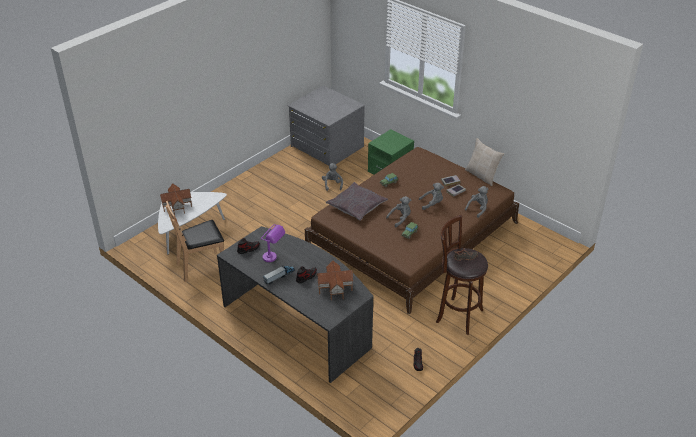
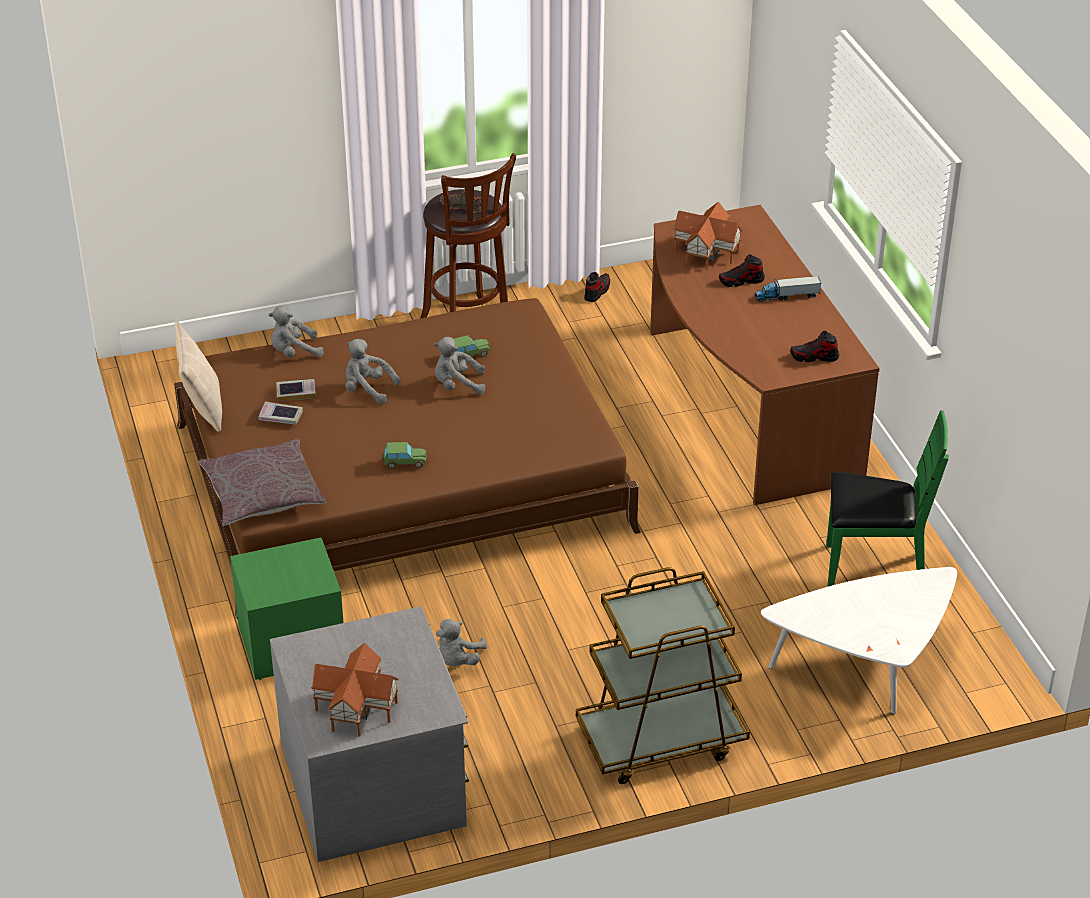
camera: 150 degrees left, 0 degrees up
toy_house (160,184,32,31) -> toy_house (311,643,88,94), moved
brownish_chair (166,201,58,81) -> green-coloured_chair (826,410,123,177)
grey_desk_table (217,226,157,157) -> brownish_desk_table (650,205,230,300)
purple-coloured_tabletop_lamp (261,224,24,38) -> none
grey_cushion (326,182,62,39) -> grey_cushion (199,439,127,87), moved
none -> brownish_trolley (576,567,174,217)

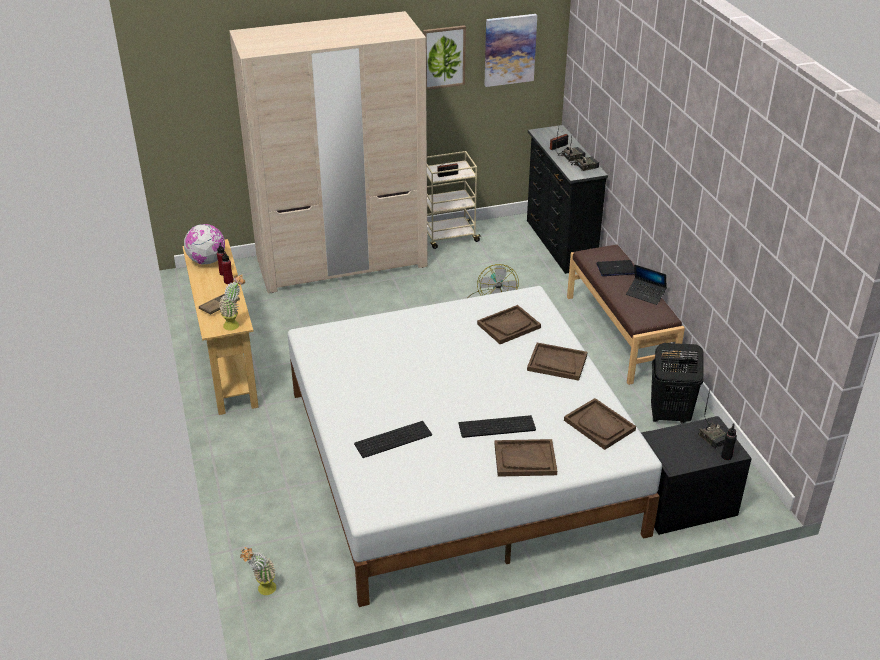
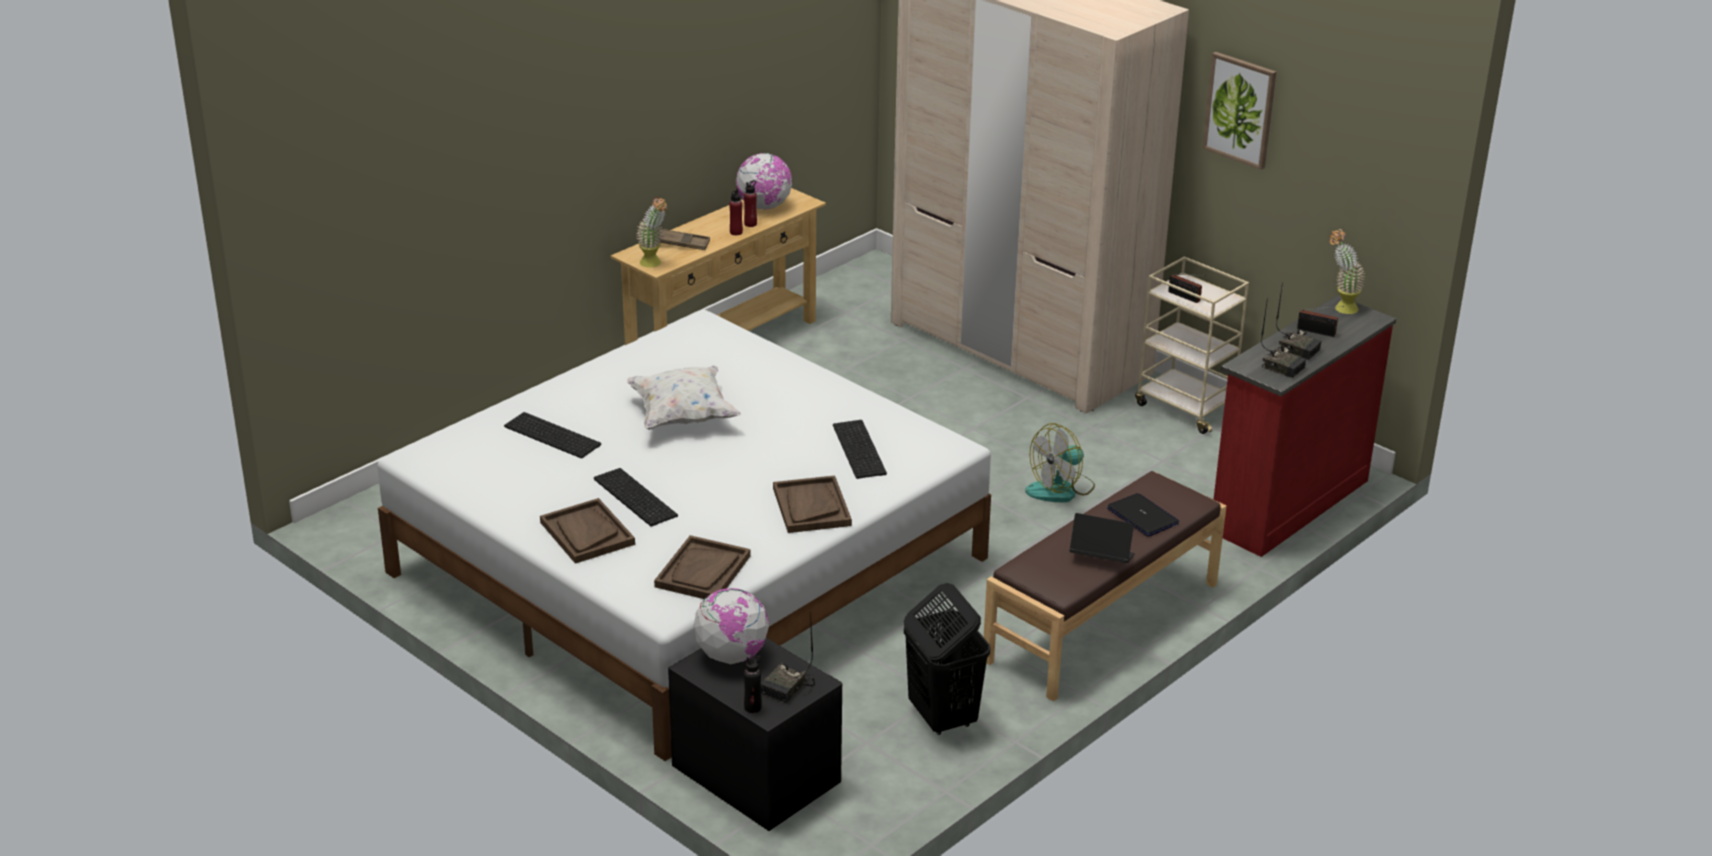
camera: 60 degrees right, 5 degrees down
plant_in_a_pot (240,547,36,48) -> plant_in_a_pot (1329,229,36,85), moved
brownish_tray (477,305,64,39) -> keyboard (833,420,54,59)
picture (484,14,53,73) -> none
blackish_drawer_chest (527,125,81,149) -> red_drawer_chest (1214,295,183,262)
notebook_computer (626,264,41,41) -> notebook_computer (1070,513,65,50), 105 degrees clockwise
none -> white-coloured_cushion (627,365,114,65)
none -> globe (694,588,75,76)

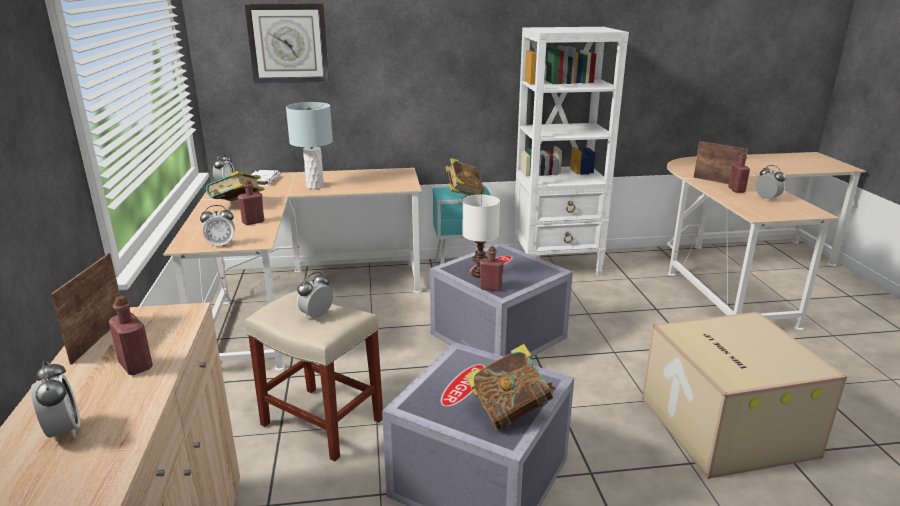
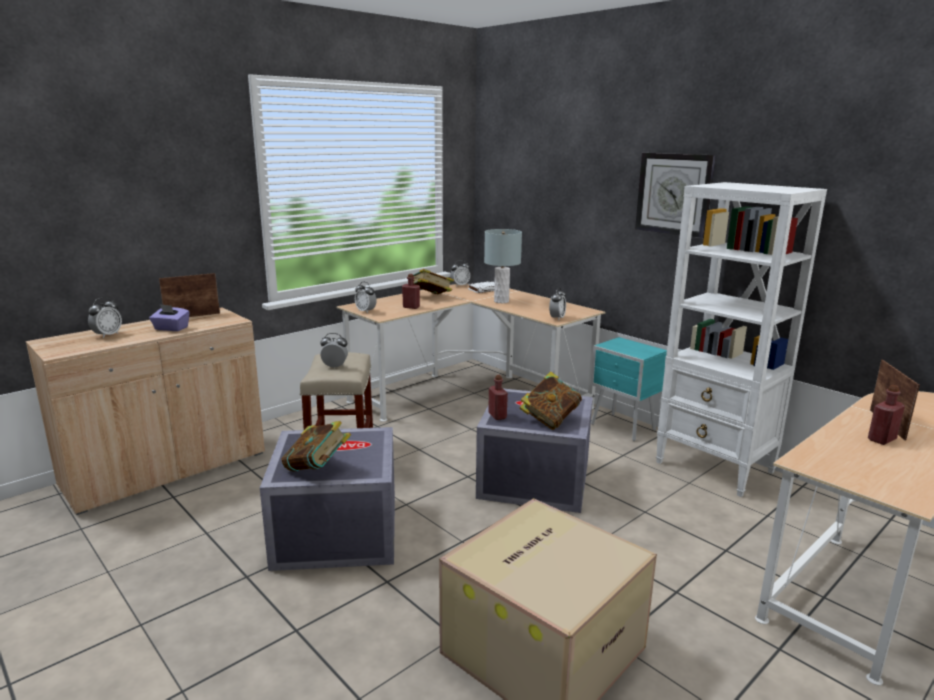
camera: 55 degrees right, 5 degrees down
red_beverage_bottle (109,296,44,79) -> purple-coloured_box_of_tissues (149,304,41,27)
clock_on_the_wall (245,4,84,79) -> clock_on_the_wall (635,153,81,85), moved
bound_book (446,158,38,38) -> bound_book (520,371,62,59), moved
white-coloured_tabletop_lamp (462,195,38,83) -> none
alarm_clock (755,165,31,36) -> alarm_clock (549,288,17,33), moved

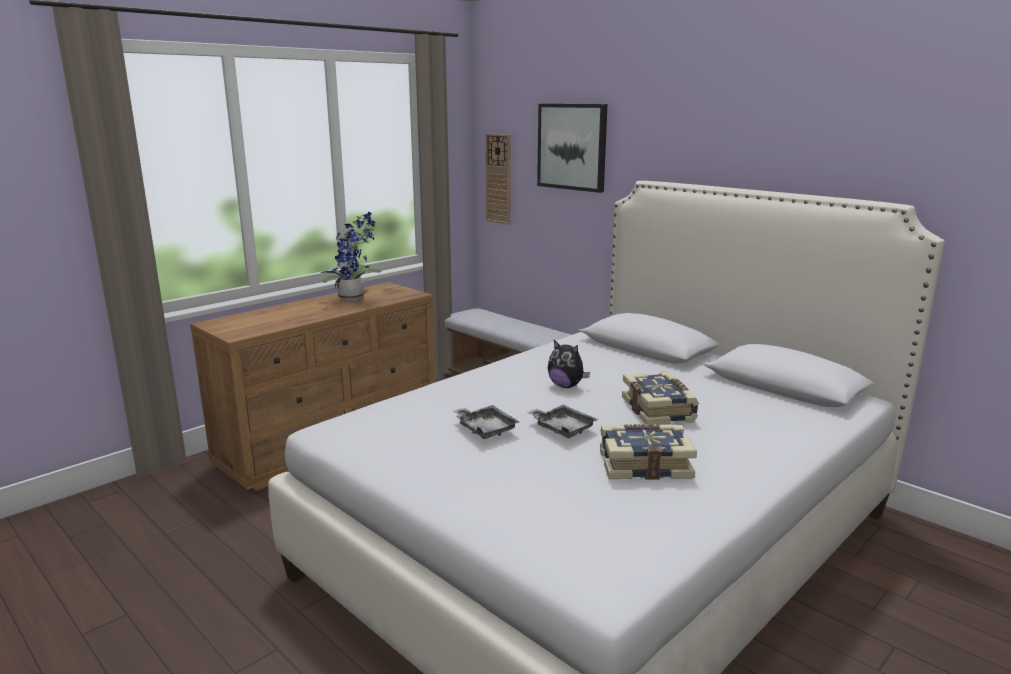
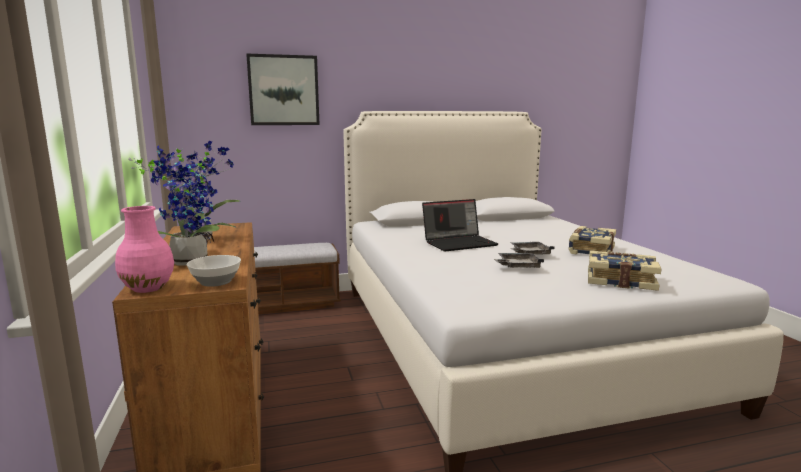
camera: 60 degrees left, 5 degrees down
clock_on_the_wall (485,133,26,92) -> none
plush_toy (548,340,42,48) -> notebook_computer (422,199,76,53)
bound_book (622,372,77,53) -> bound_book (588,251,74,40), moved
none -> pink-coloured_vase (115,206,59,87)
none -> plant_in_a_pot (128,146,108,120)
none -> bowl (187,255,54,32)

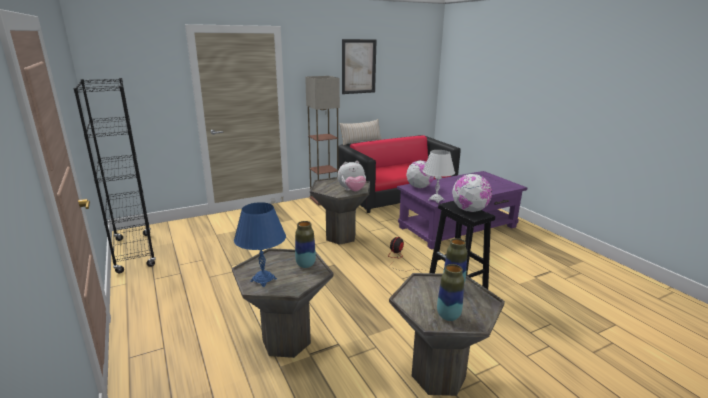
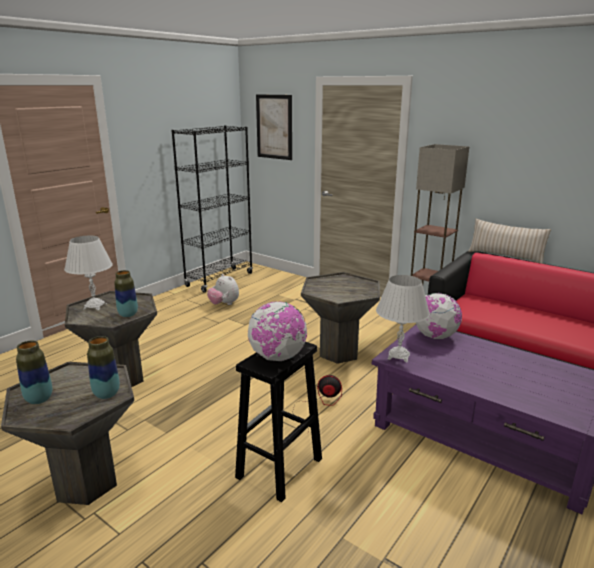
camera: 65 degrees right, 0 degrees up
blue-coloured_tabletop_lamp (234,202,52,85) -> white-coloured_tabletop_lamp (64,236,49,74)
plush_toy (337,161,29,30) -> plush_toy (207,274,32,31), moved
picture (342,39,35,55) -> picture (256,94,36,66), moved

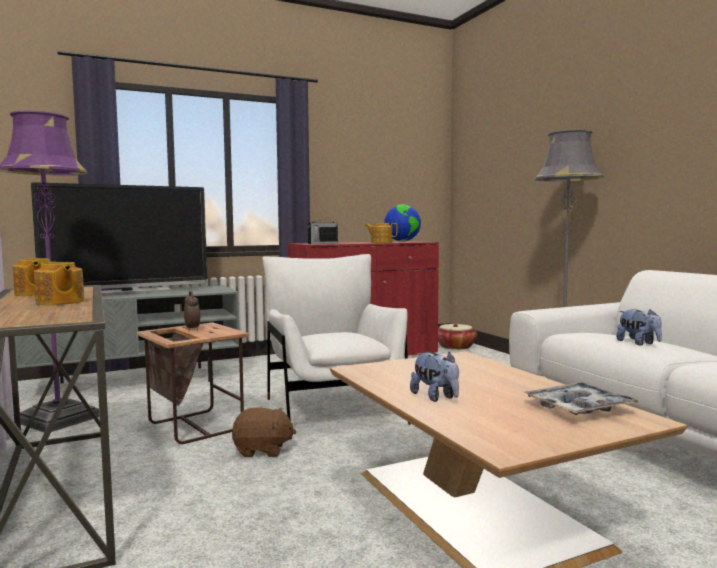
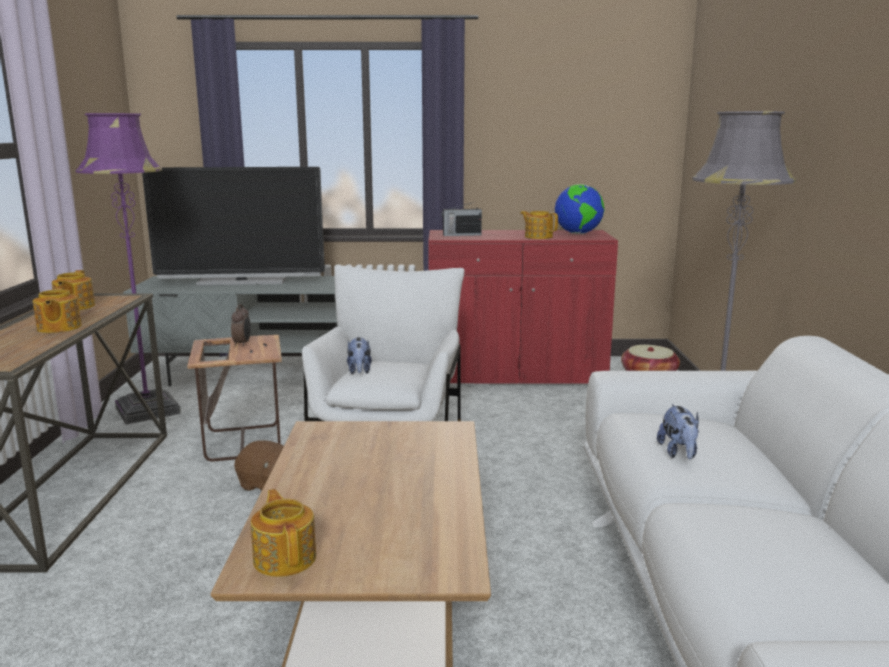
camera: 25 degrees right, 10 degrees up
plush_toy (410,352,49,50) -> plush_toy (347,337,25,37), moved
tray (523,382,118,33) -> none
none -> teapot (251,489,65,88)

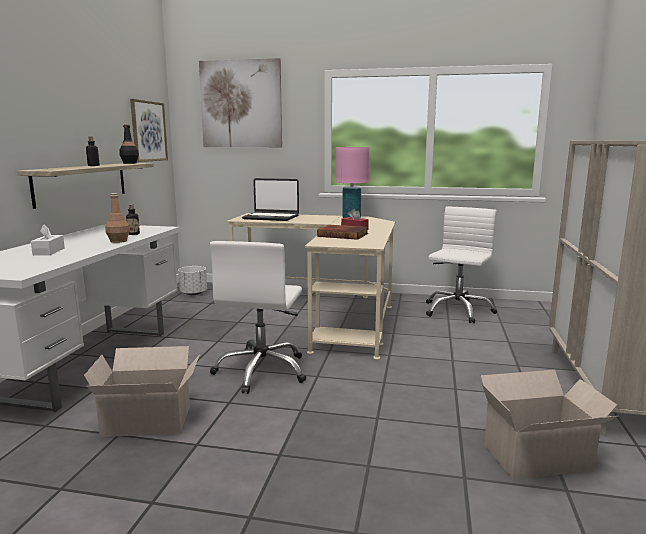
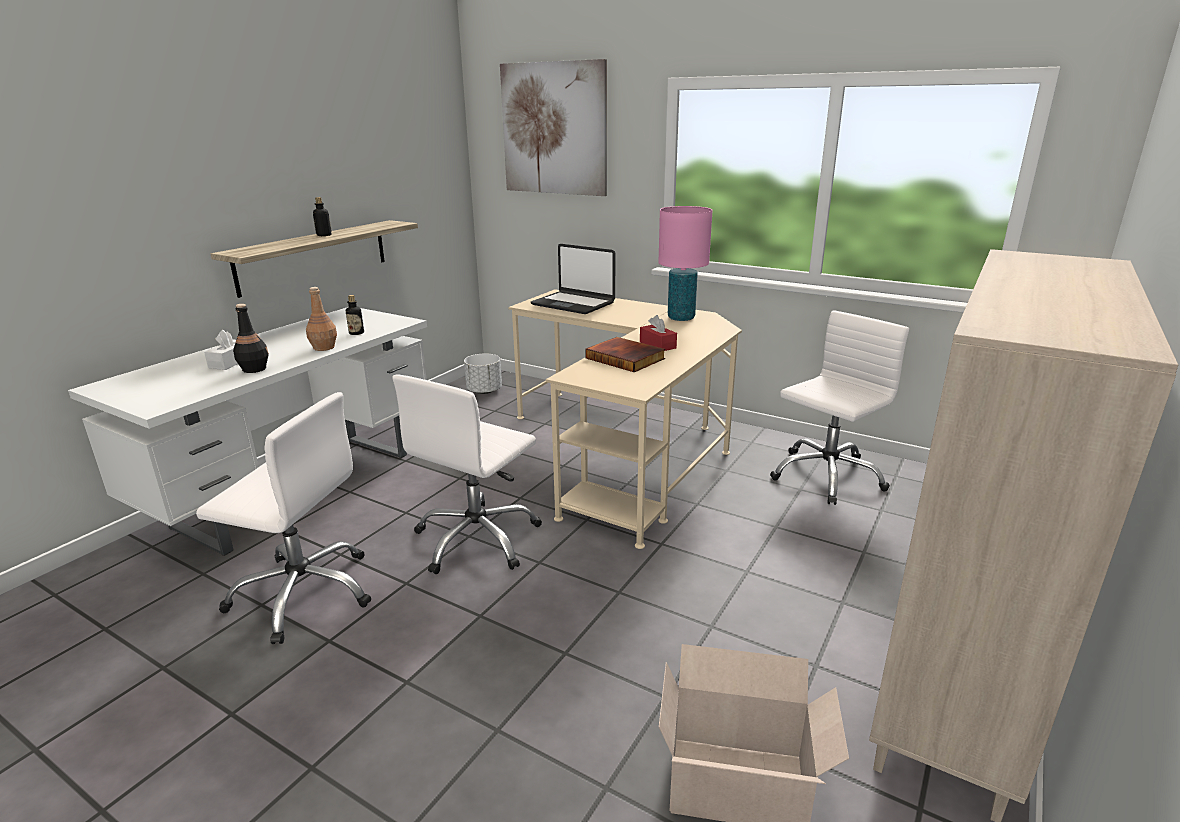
camera: 20 degrees right, 10 degrees up
cardboard_box (84,346,116,91) -> white-coloured_desk_chair (196,392,176,252)
blackish_beverage_bottle (119,124,20,40) -> blackish_beverage_bottle (233,304,36,69), moved
picture (130,99,38,63) -> none

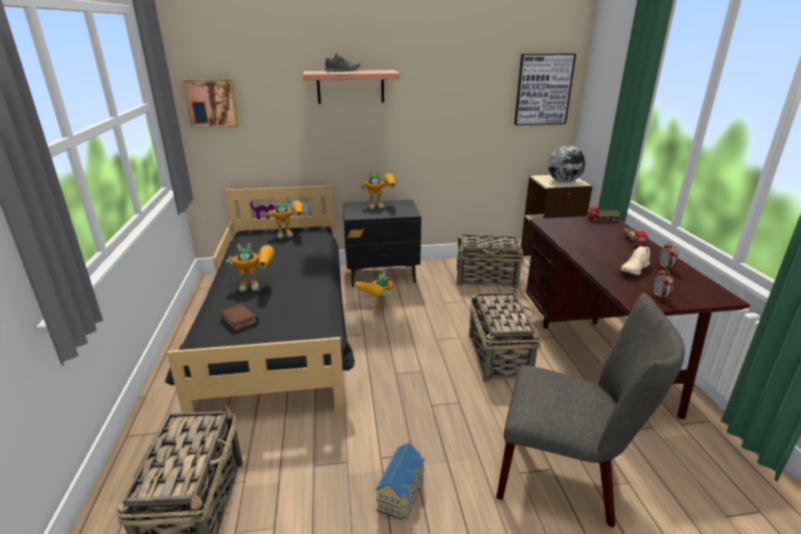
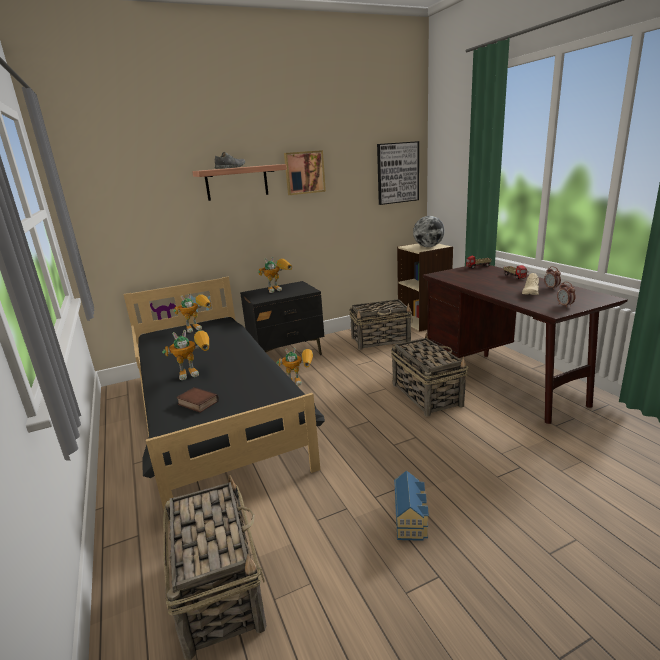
camera: 15 degrees left, 5 degrees down
picture (182,79,57,49) -> picture (284,150,42,45), moved
model_robot (355,270,38,38) -> model_robot (276,348,37,38), 105 degrees counterclockwise
grey_chair (496,293,189,235) -> none

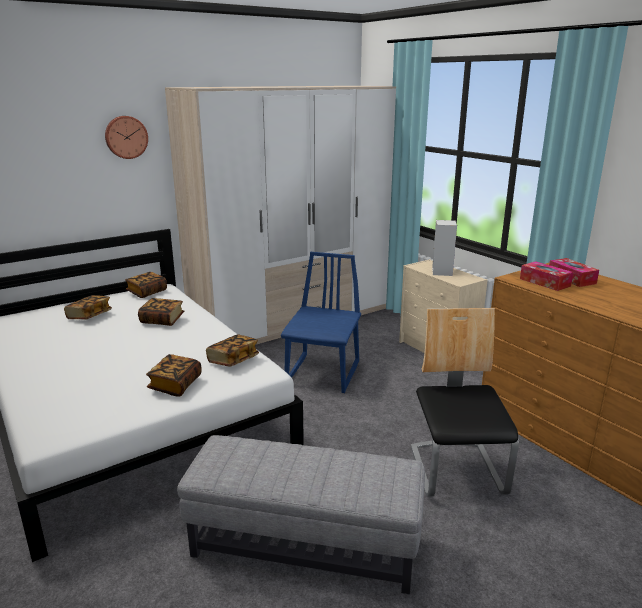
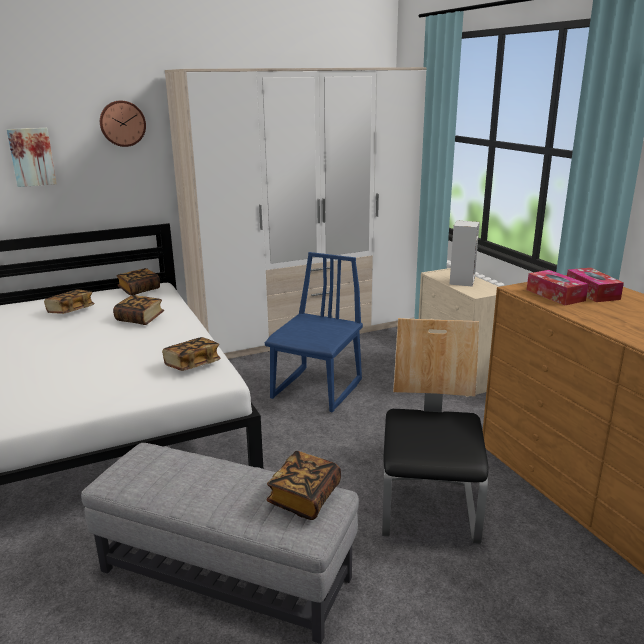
camera: 10 degrees right, 0 degrees up
bound_book (146,354,56,43) -> bound_book (266,451,75,69), moved
none -> picture (7,128,50,59)

